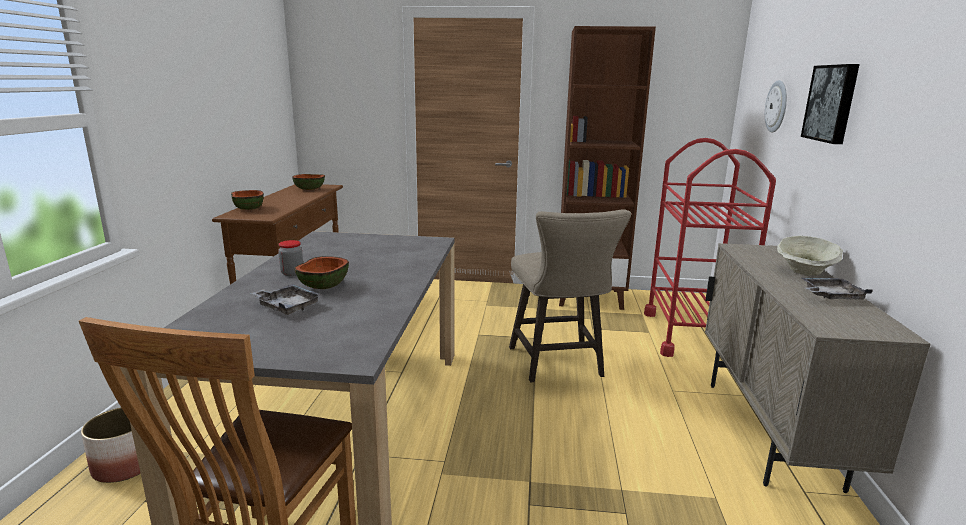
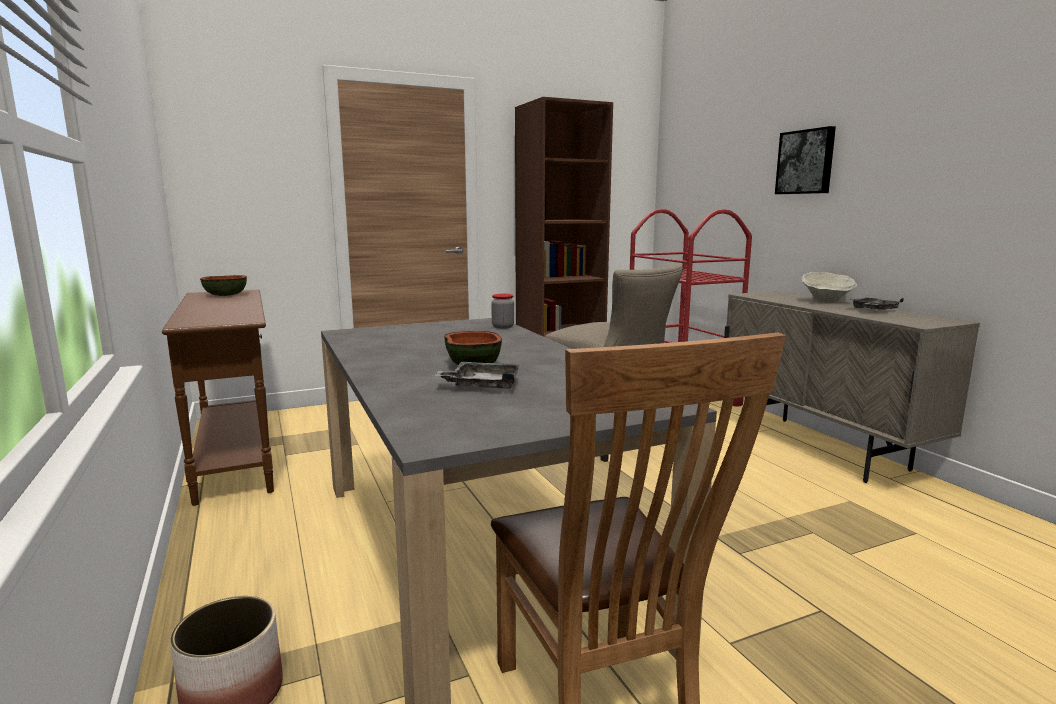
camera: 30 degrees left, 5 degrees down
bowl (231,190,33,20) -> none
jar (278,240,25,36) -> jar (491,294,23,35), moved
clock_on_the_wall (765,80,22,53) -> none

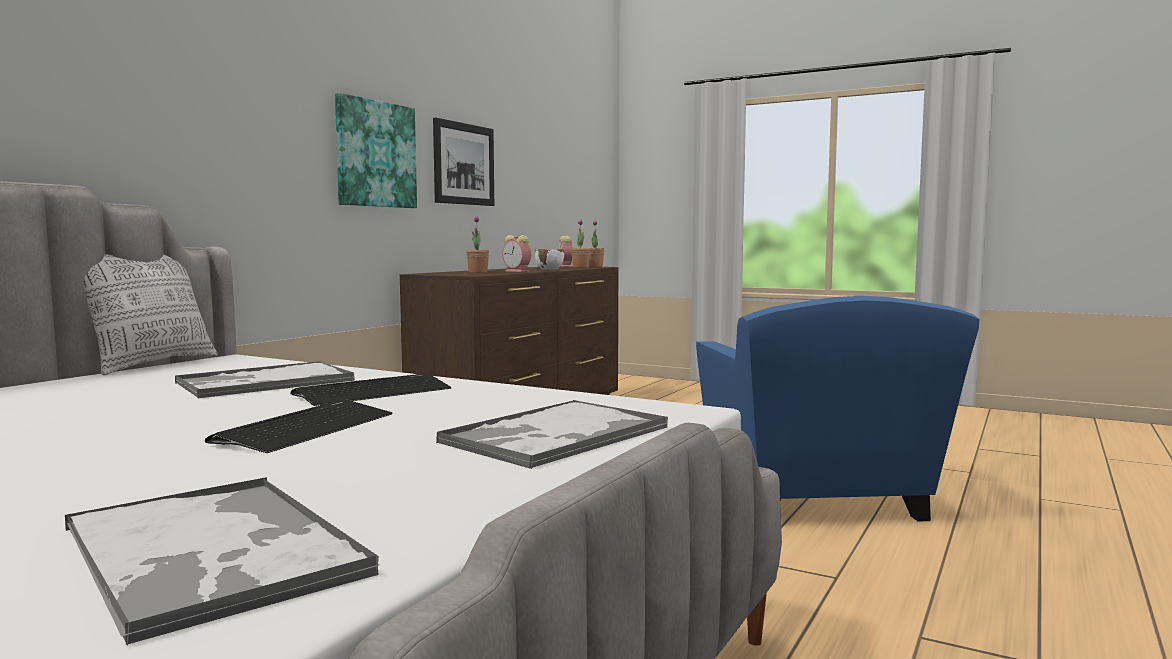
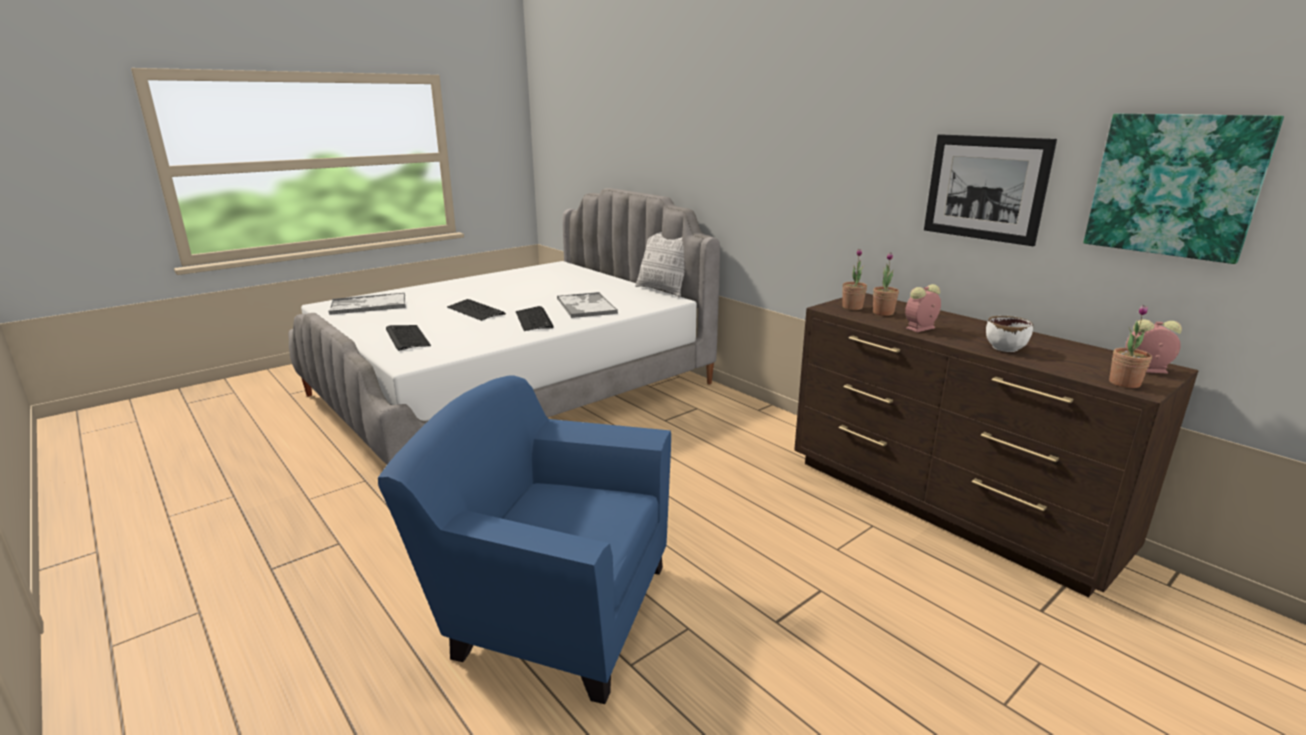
camera: 110 degrees right, 15 degrees up
picture (335,93,82,115) -> picture (1084,114,200,150), moved
tray (436,400,232,69) -> keyboard (386,325,45,25)
plant_in_a_pot (571,219,19,49) -> plant_in_a_pot (842,249,25,61), moved

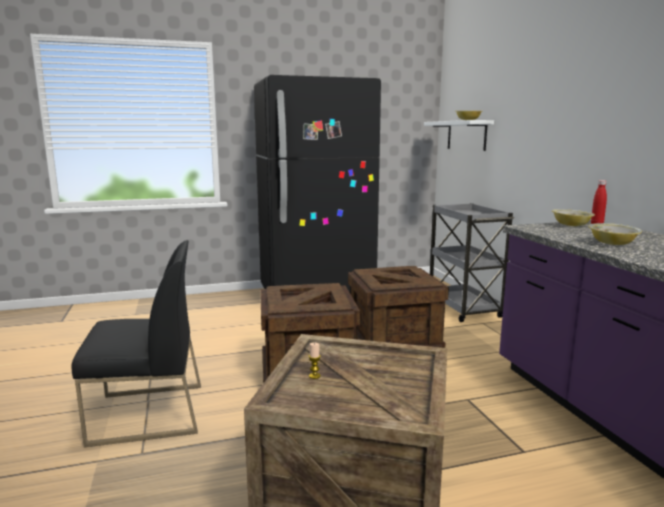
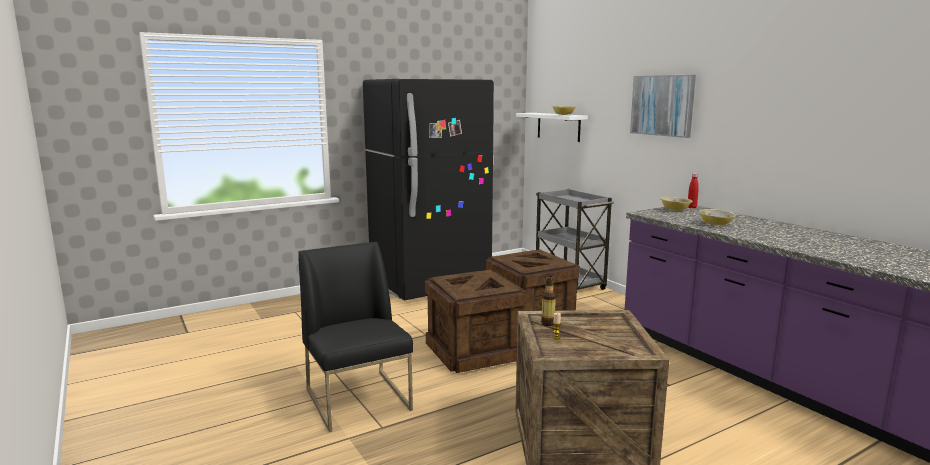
camera: 15 degrees left, 0 degrees up
blackish_chair (72,240,129,207) -> blackish_chair (298,242,115,190), 90 degrees counterclockwise
none -> beverage_bottle (541,276,15,50)
none -> picture (630,75,66,63)

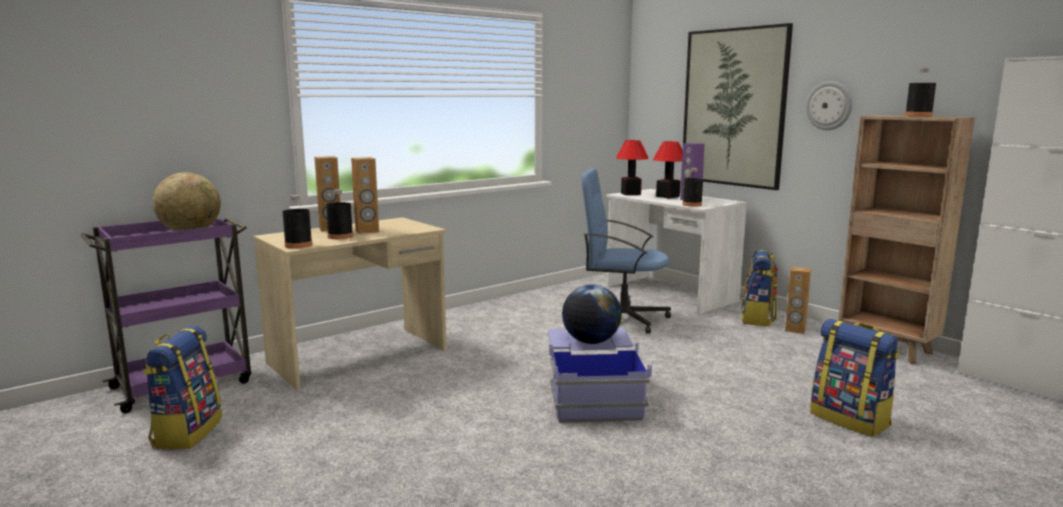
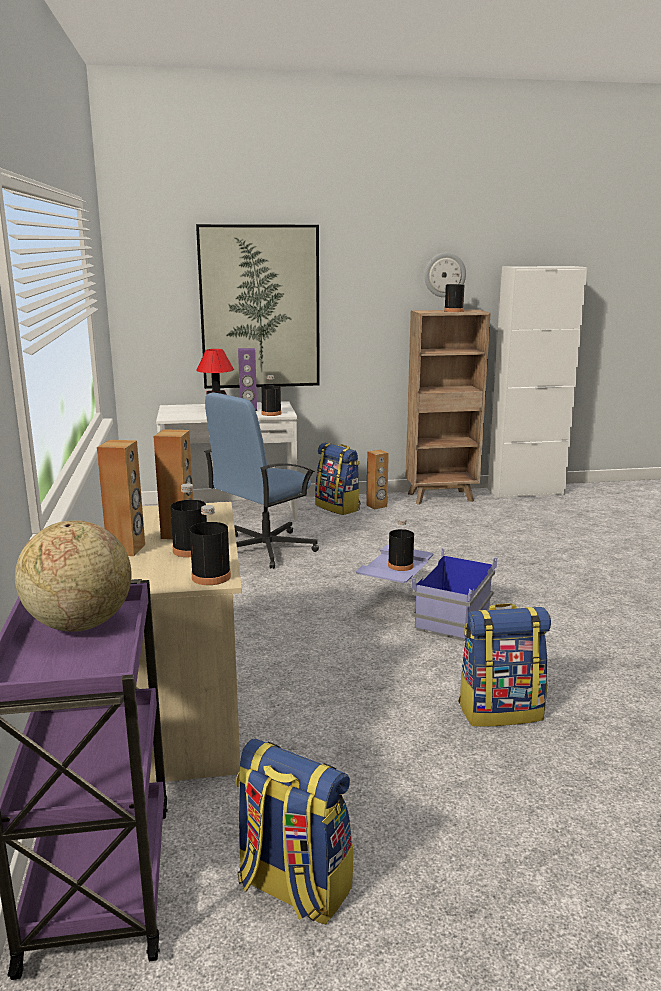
camera: 60 degrees left, 5 degrees up
globe (562,284,60,60) -> blackish_beverage_bottle (388,518,26,53)
tabletop_lamp (616,140,33,55) -> none
clock_on_the_wall (806,81,46,49) -> clock_on_the_wall (424,253,42,44), moved
backpack (810,319,89,118) -> backpack (458,603,93,124), moved

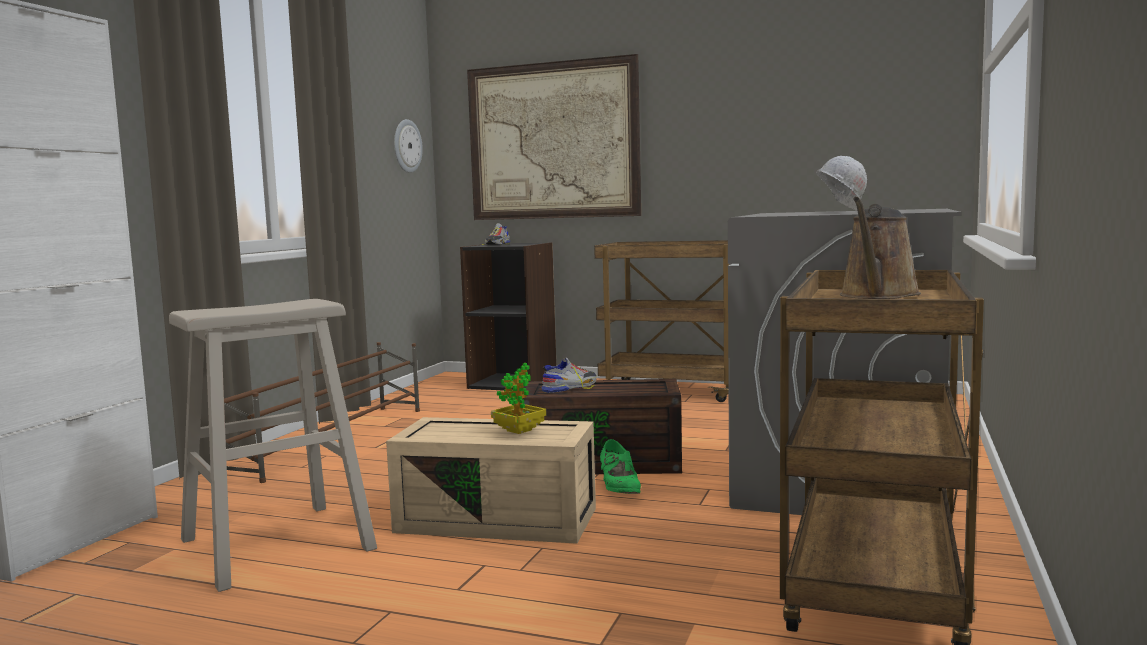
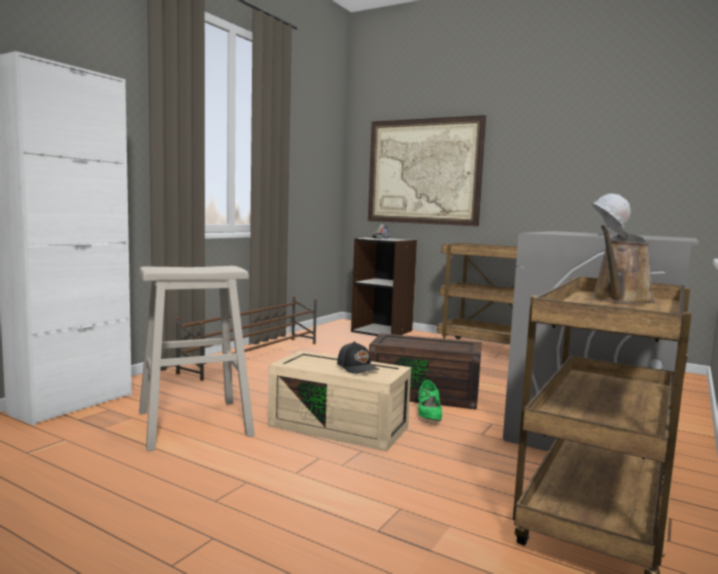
camera: 10 degrees right, 0 degrees up
clock_on_the_wall (394,119,29,54) -> none
plant_in_a_pot (491,363,55,71) -> blackish_cap (337,341,42,33)
shoe (541,358,56,35) -> none

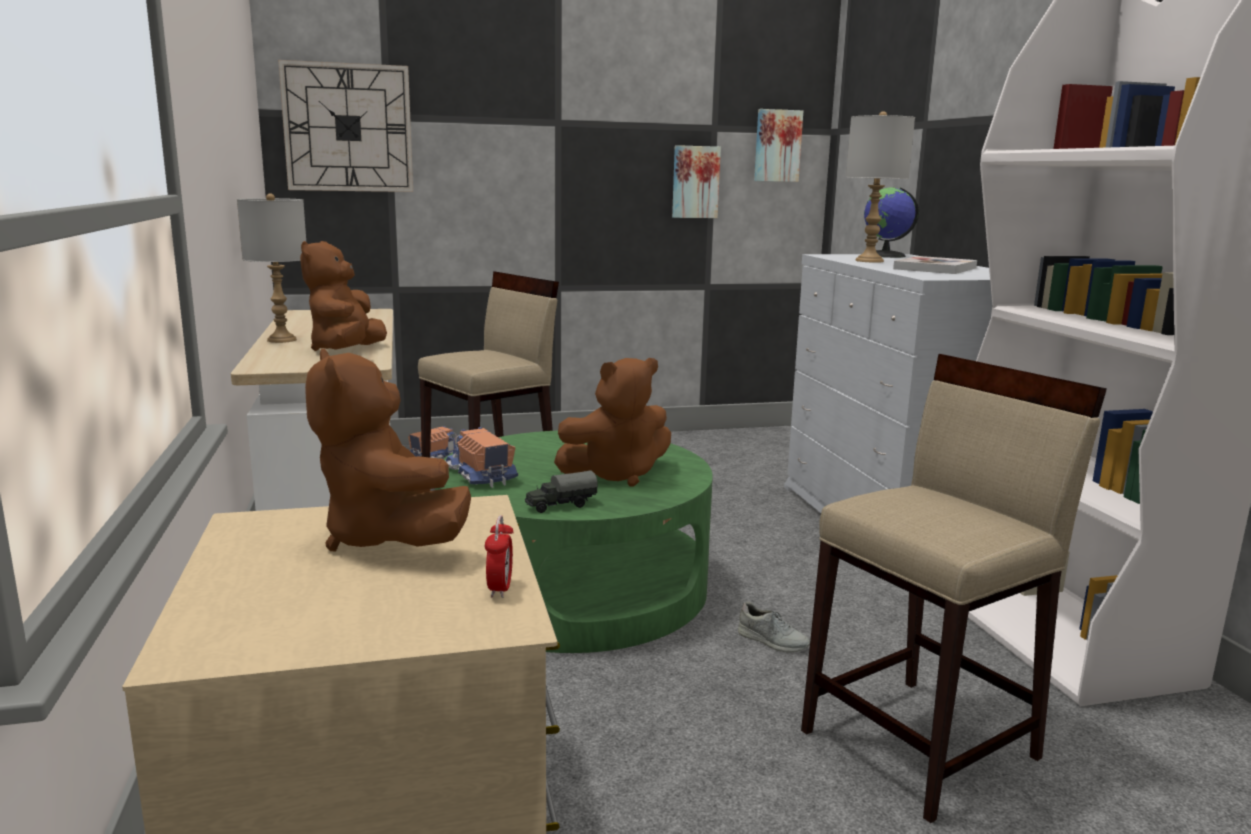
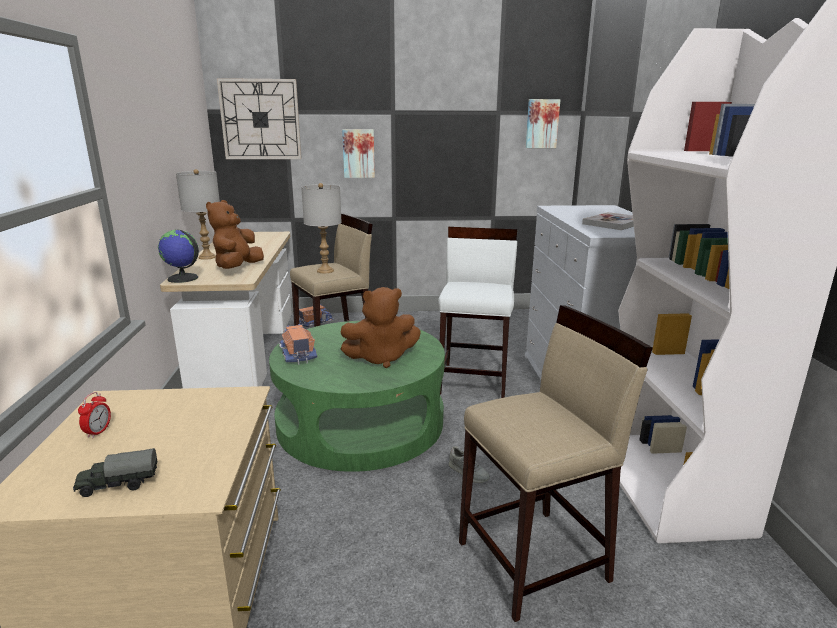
camera: 10 degrees right, 5 degrees up
brownish_plush_toy (305,349,166,202) -> none
alarm_clock (485,515,29,83) -> alarm_clock (78,392,33,46), moved
toy_lorry (525,470,73,43) -> toy_lorry (73,448,84,49), moved
picture (672,145,49,73) -> picture (342,129,33,49), moved
grey_tabletop_lamp (846,111,69,152) -> grey_tabletop_lamp (301,183,41,90), moved
globe (864,187,55,71) -> globe (158,230,41,53), moved
none -> white-coloured_stool (438,227,79,171)

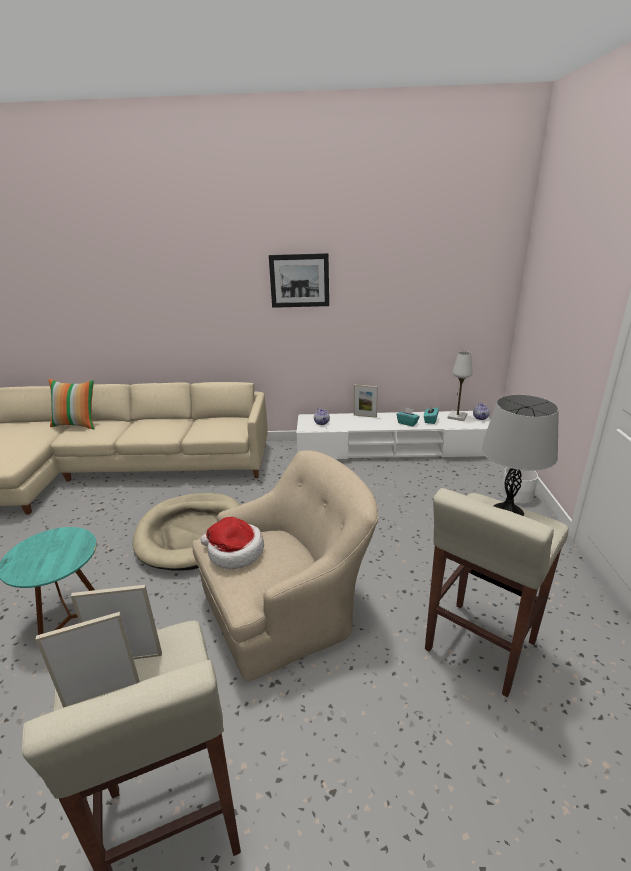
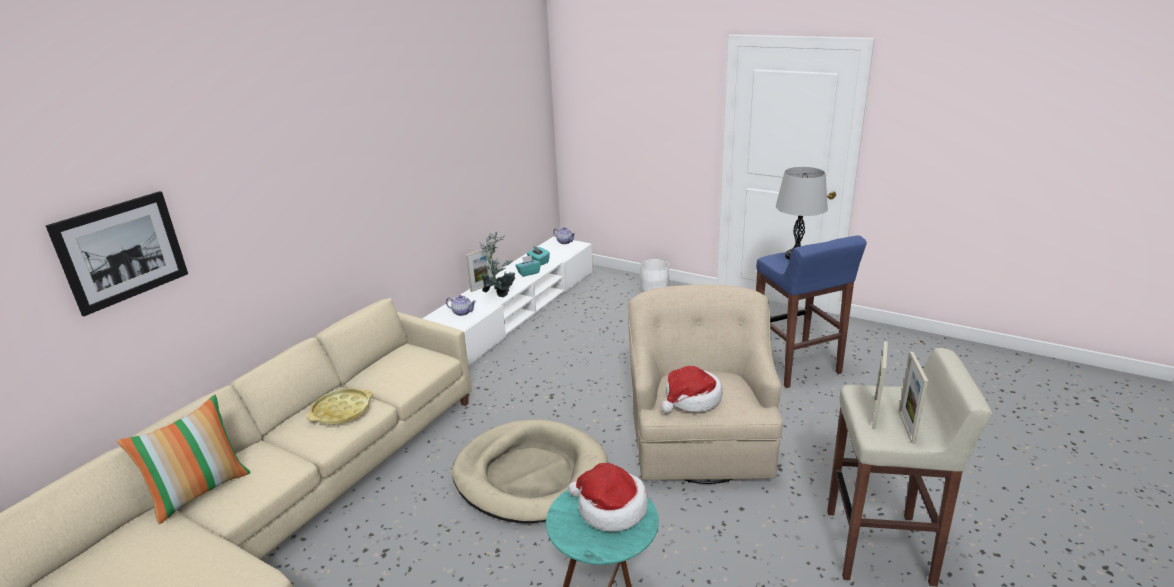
camera: 60 degrees left, 0 degrees up
picture (269,253,60,55) -> picture (46,191,142,125), moved
sand-coloured_stool (425,488,144,209) -> blue-coloured_stool (756,235,111,153)
white-coloured_tabletop_lamp (448,351,25,70) -> none
none -> yellow-coloured_tray (306,389,67,36)
none -> plant_in_a_pot (479,232,36,66)
none -> wearable_hat (568,463,80,69)

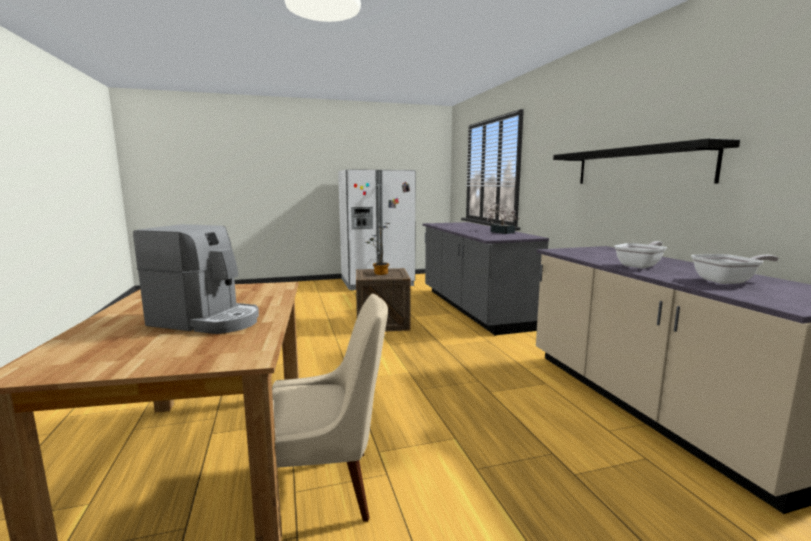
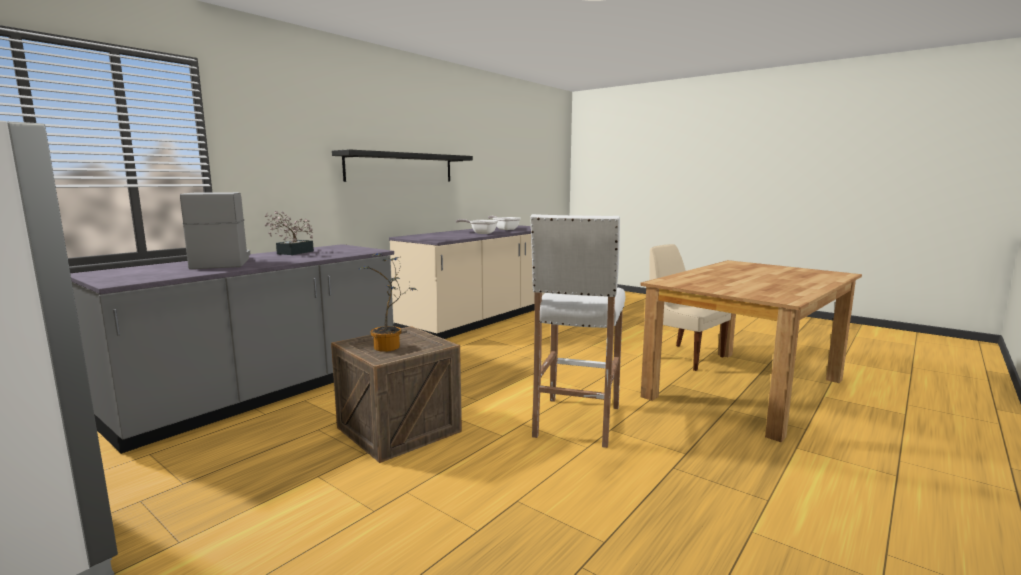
camera: 125 degrees left, 0 degrees up
coffee_maker (133,224,126,110) -> coffee_maker (180,192,71,77), moved
none -> white-coloured_stool (531,214,94,234)

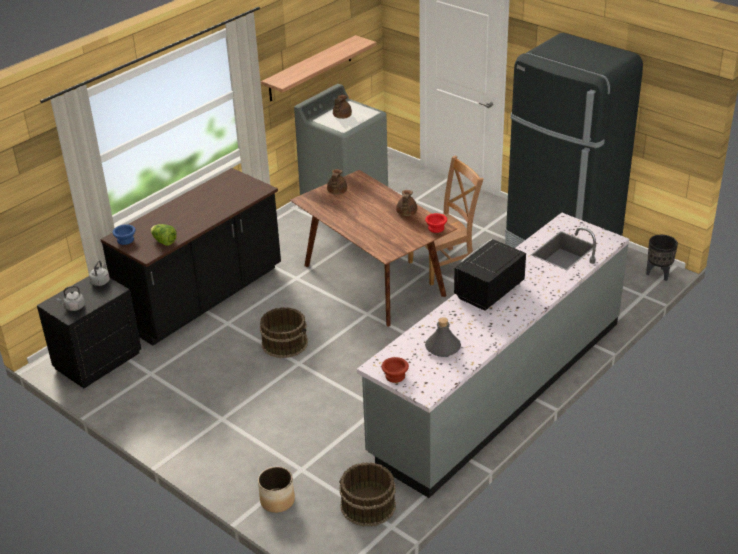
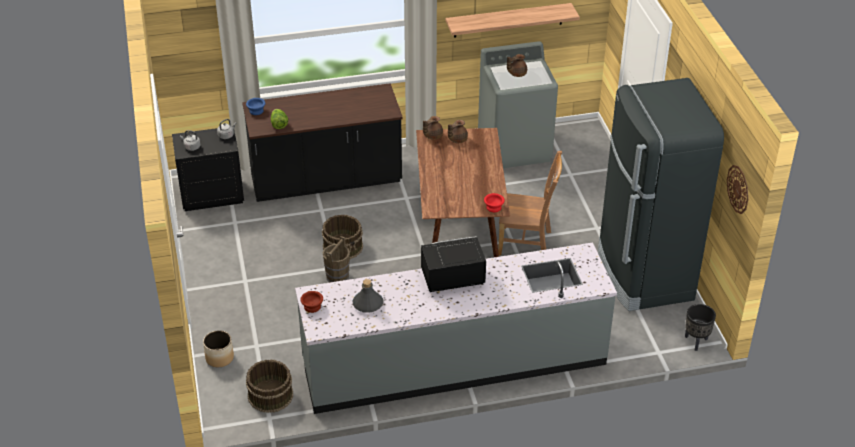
camera: 35 degrees right, 5 degrees up
brownish_teapot (396,190,21,26) -> brownish_teapot (423,116,20,24), moved
none -> brownish_pail (323,236,27,47)
none -> clock_on_the_wall (727,165,21,49)

